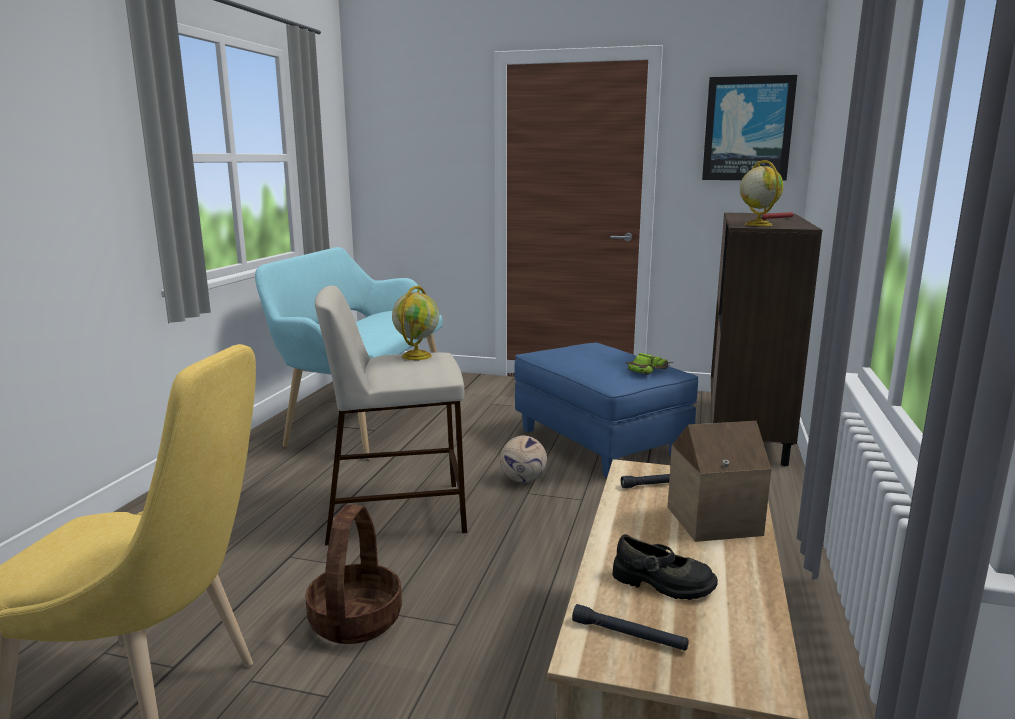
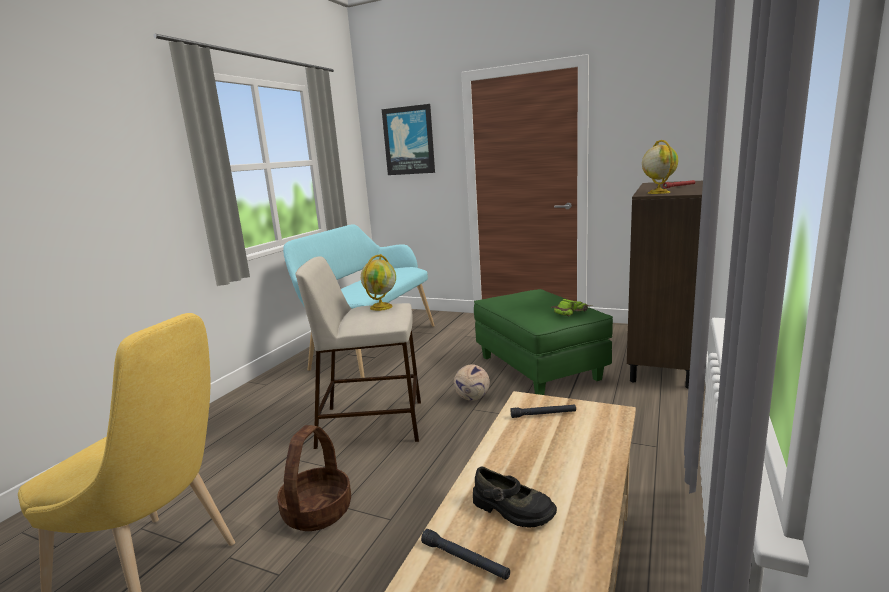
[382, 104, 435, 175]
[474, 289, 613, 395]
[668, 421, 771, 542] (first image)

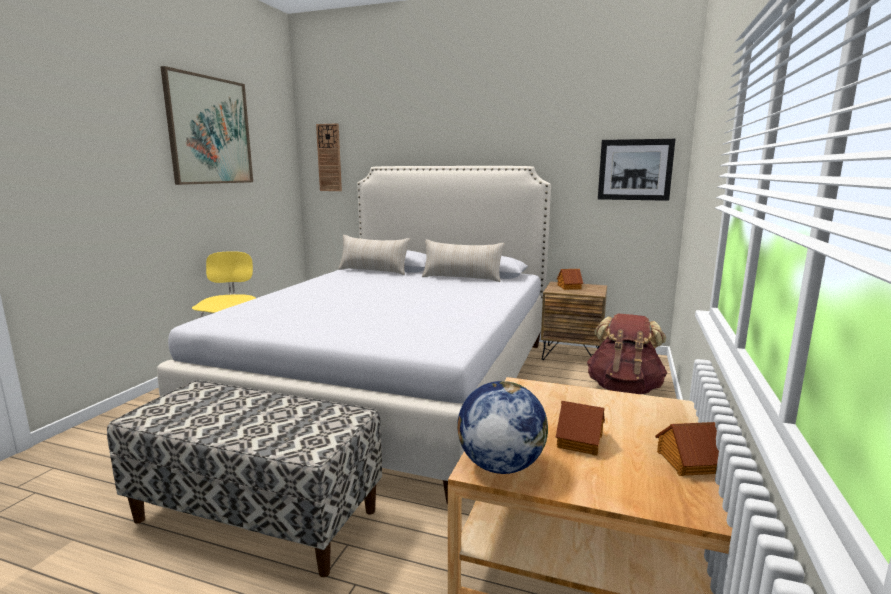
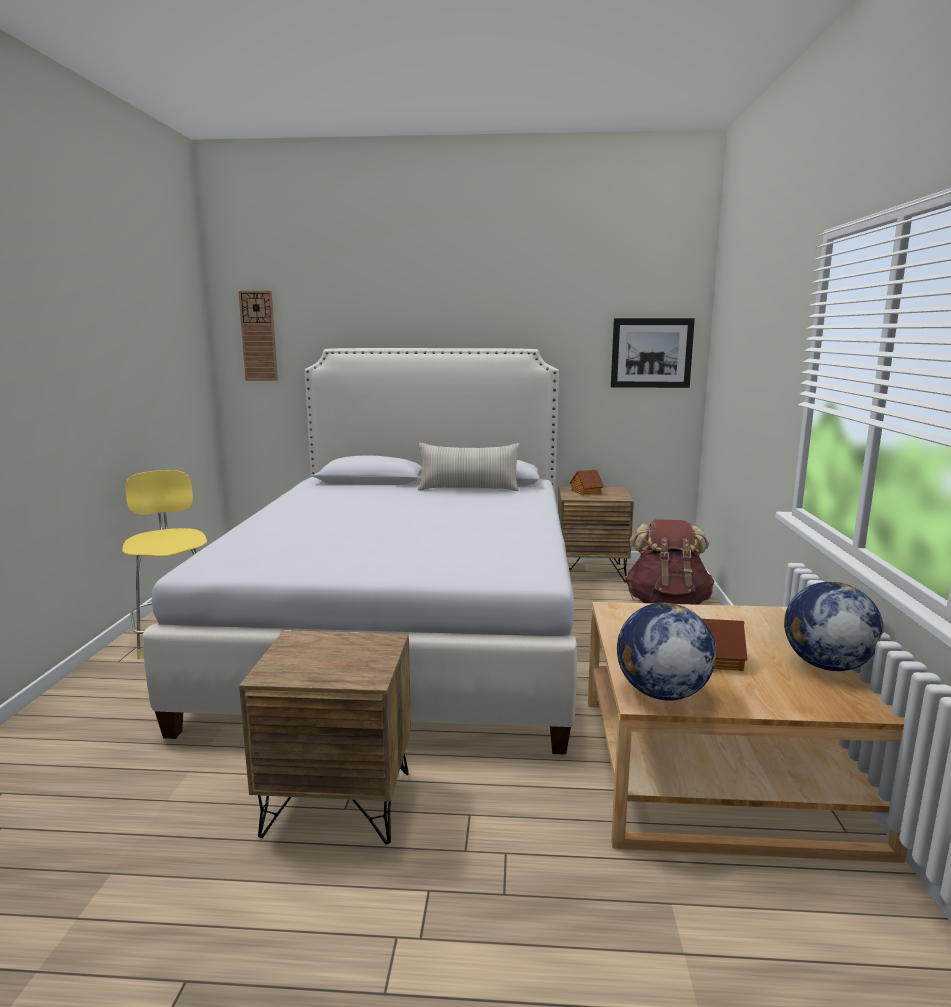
[239, 630, 411, 844]
[784, 582, 884, 671]
[160, 66, 253, 185] (first image)
[338, 235, 410, 275] (first image)

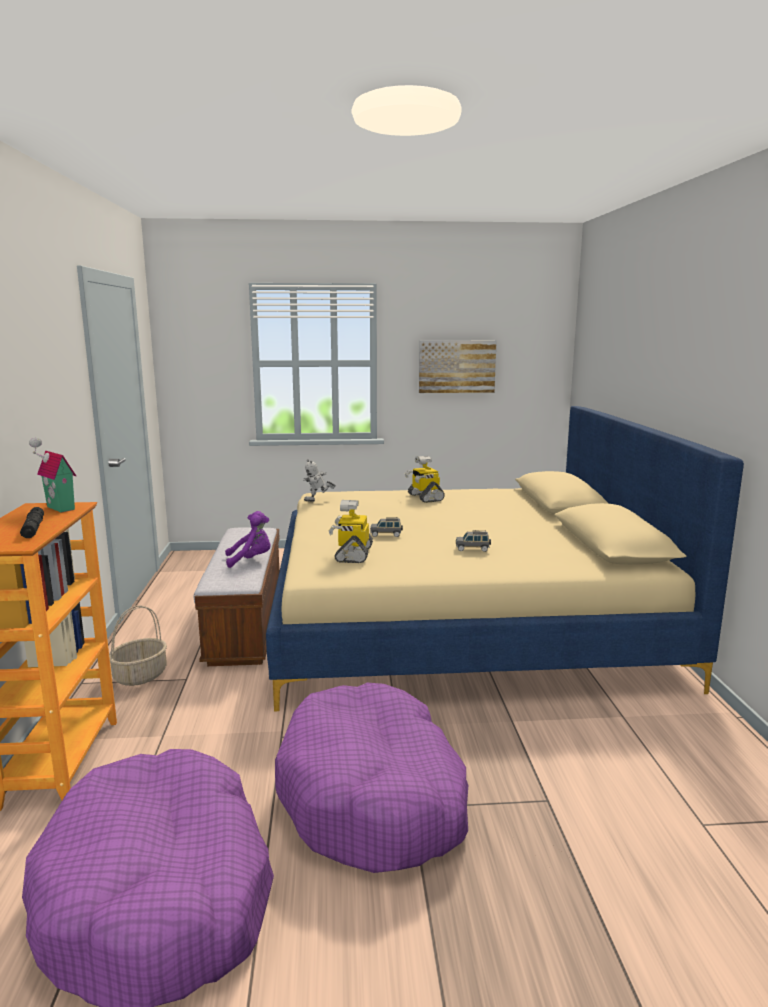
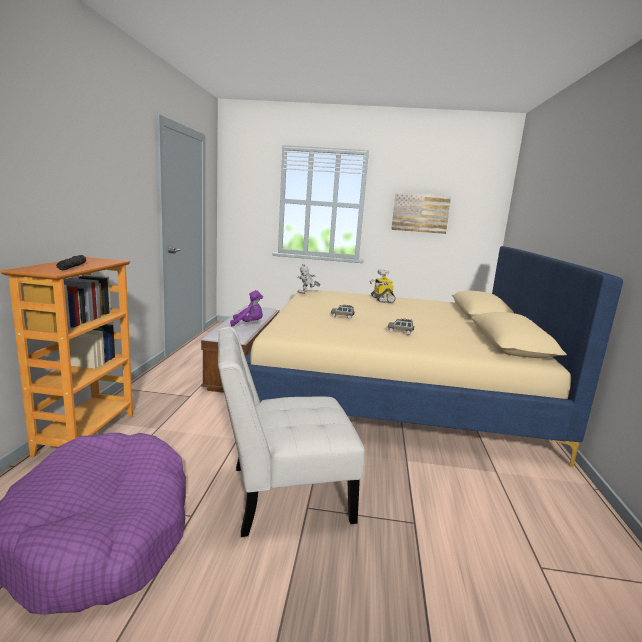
[218, 327, 365, 537]
[29, 438, 76, 513] (first image)
[109, 605, 167, 686] (first image)
[329, 500, 373, 563] (first image)

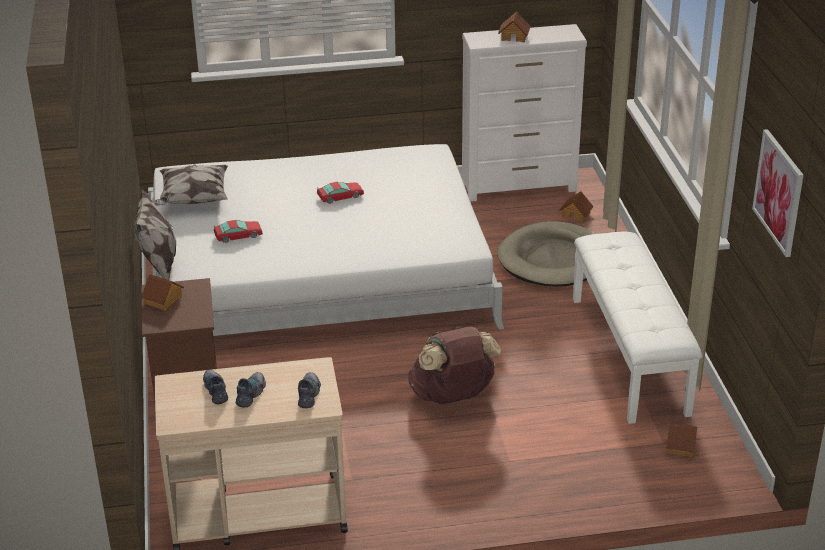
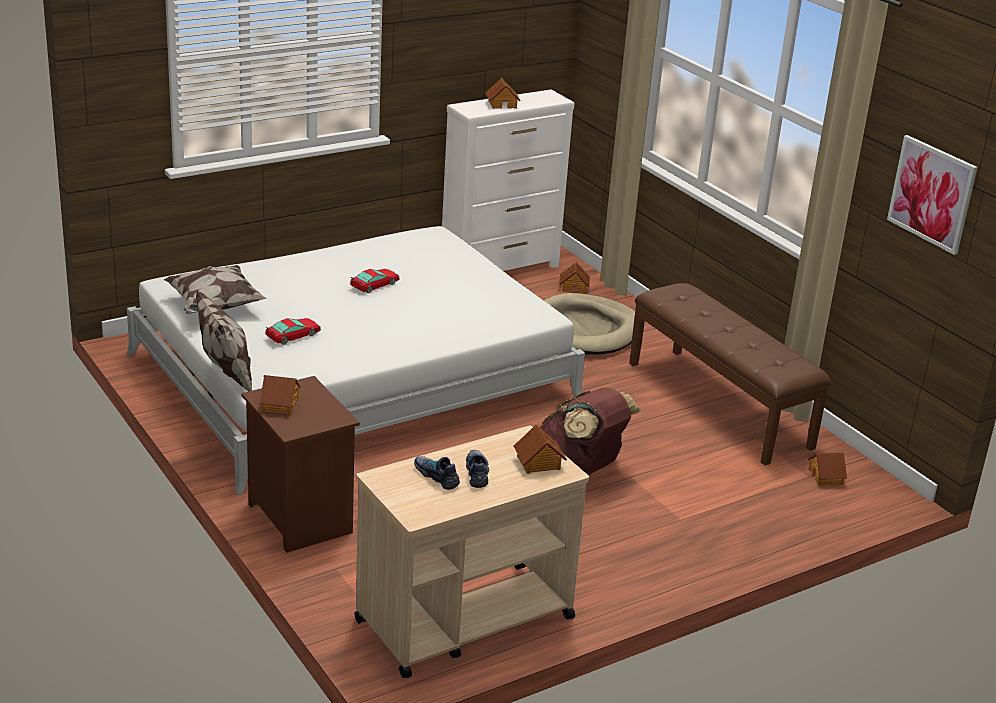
[514, 424, 567, 474]
[629, 283, 831, 465]

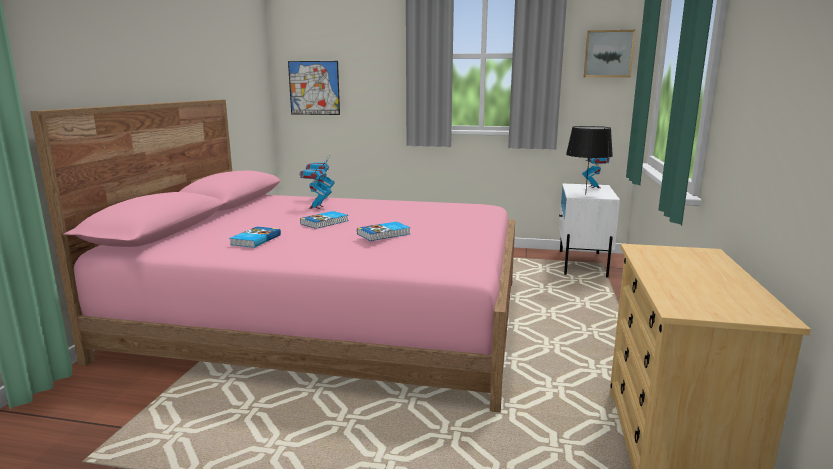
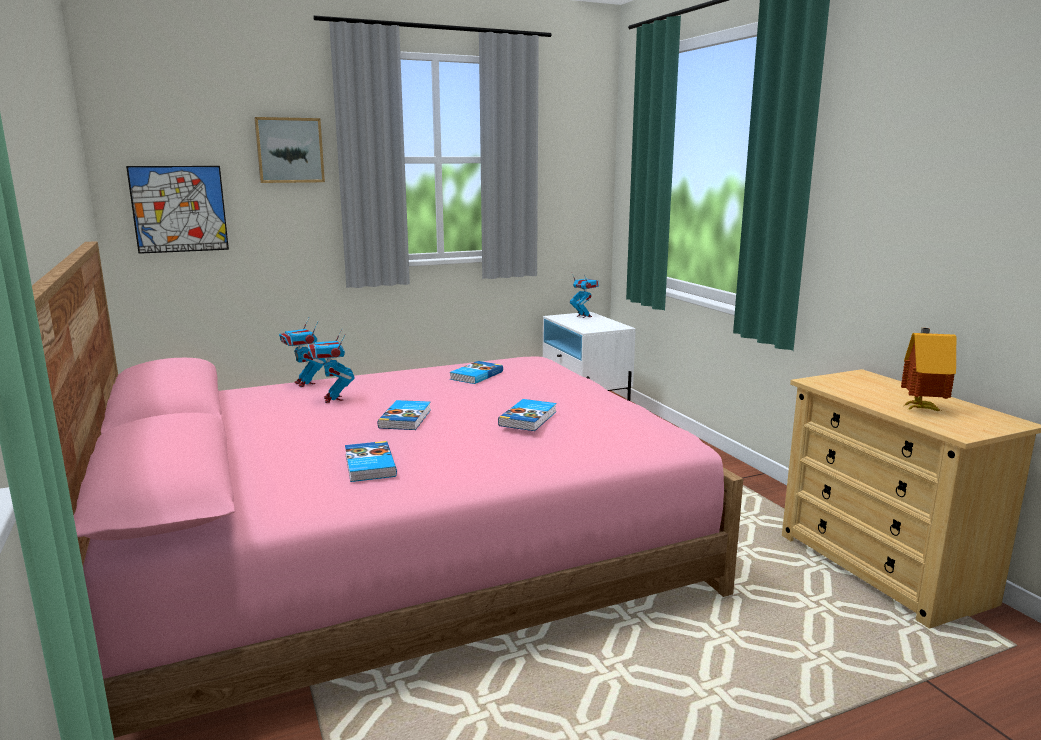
[254, 117, 325, 183]
[450, 361, 503, 384]
[901, 328, 956, 411]
[566, 126, 613, 195] (first image)

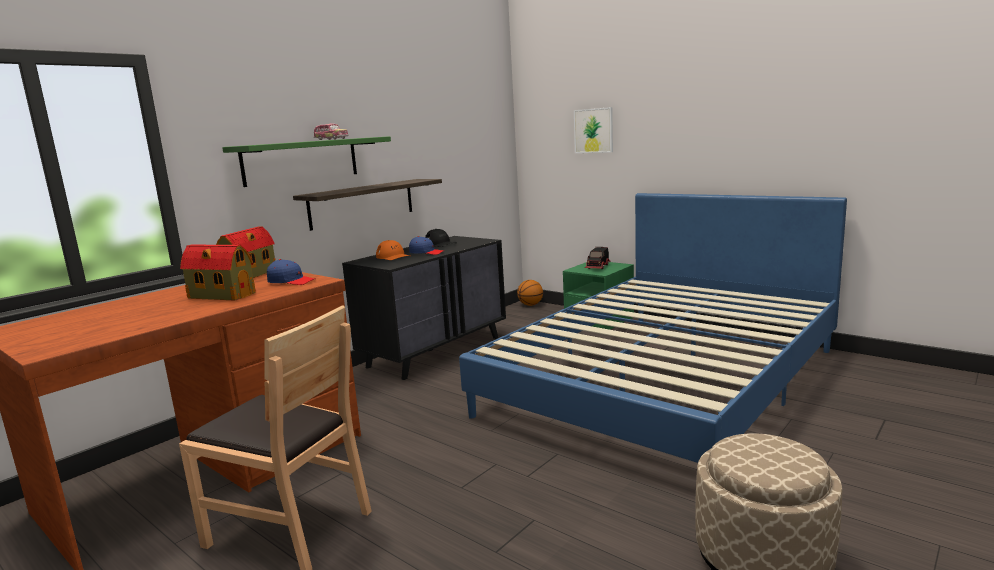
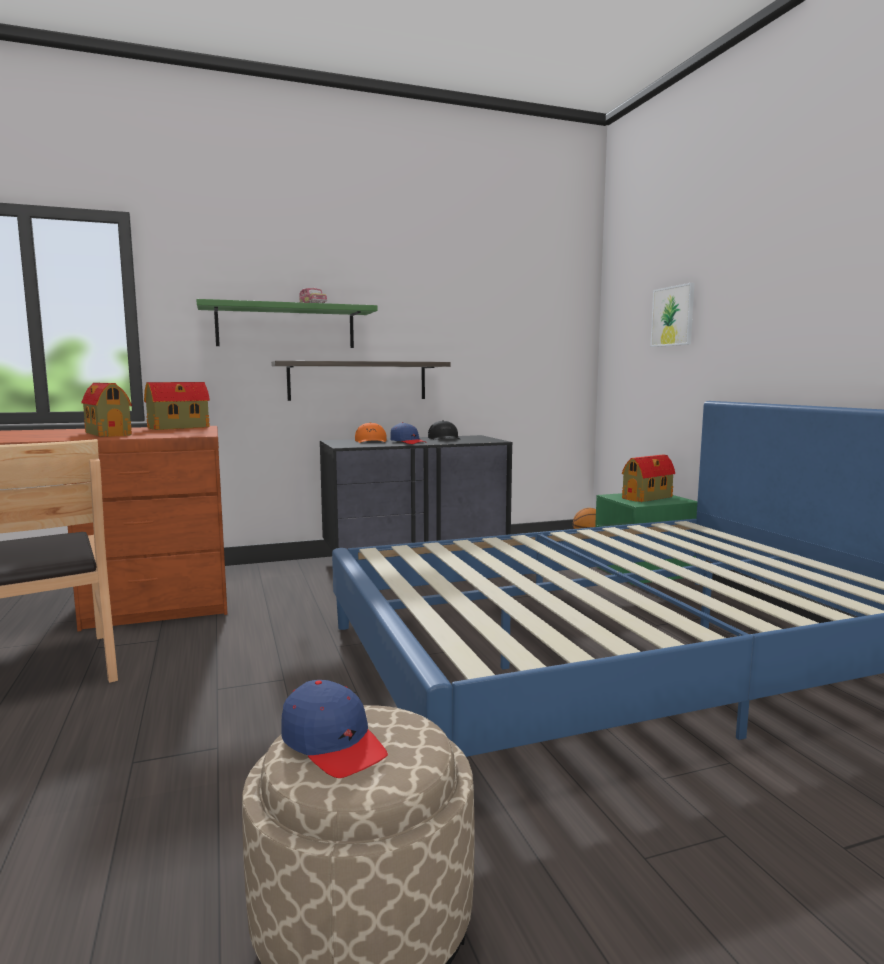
[281, 680, 388, 778]
[622, 455, 675, 502]

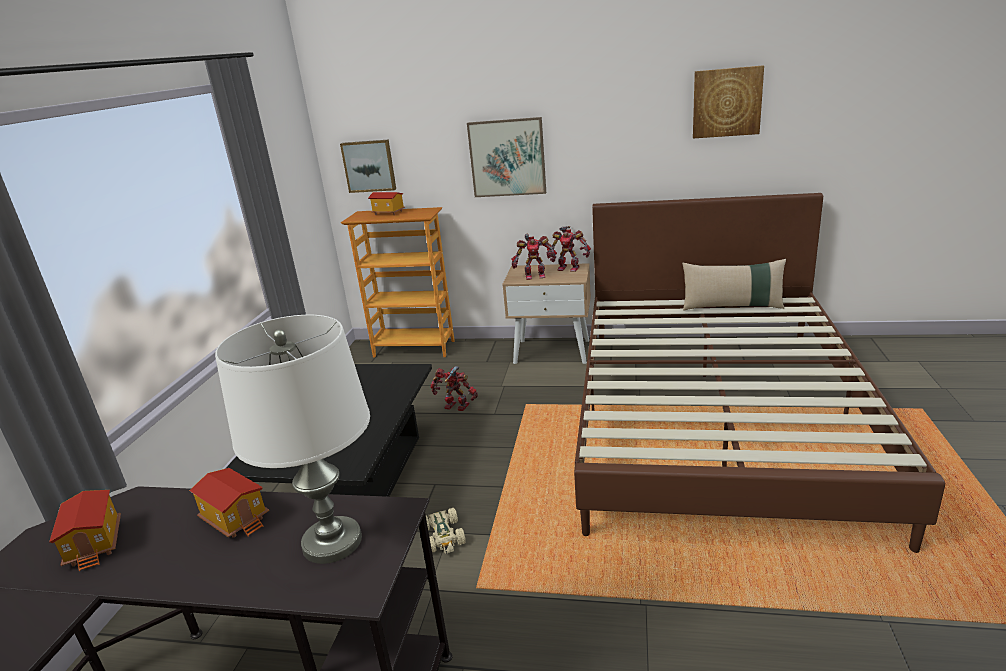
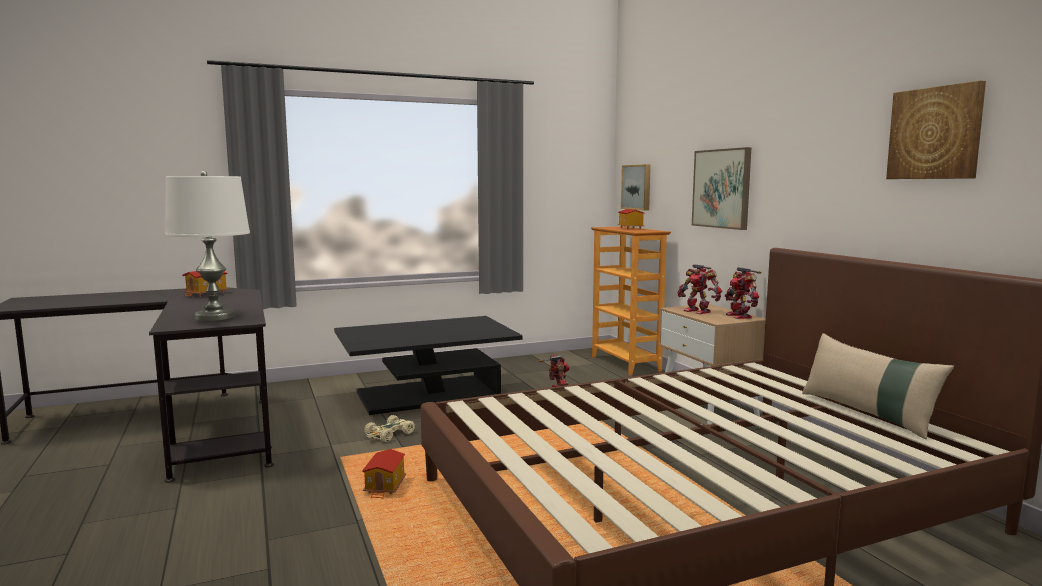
[362, 449, 406, 498]

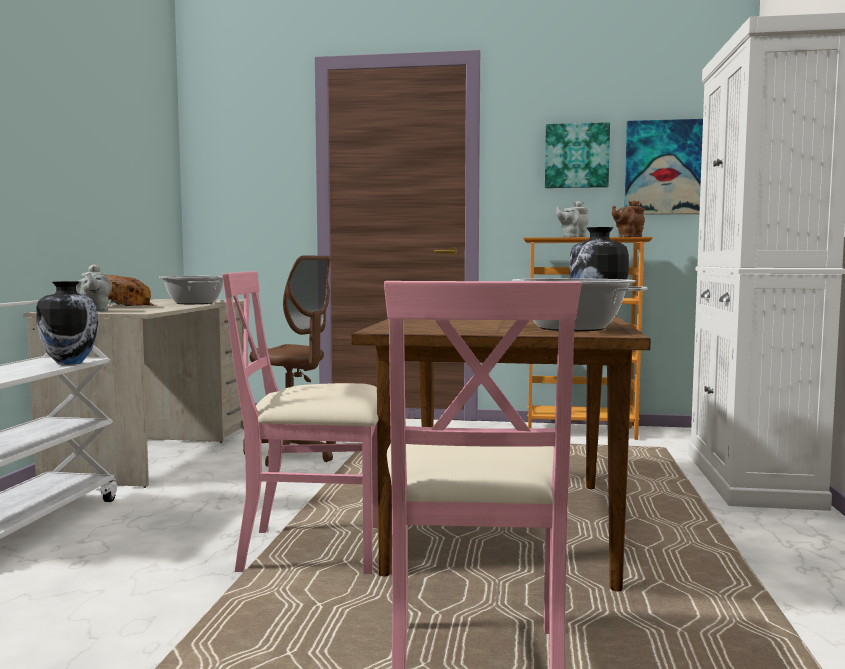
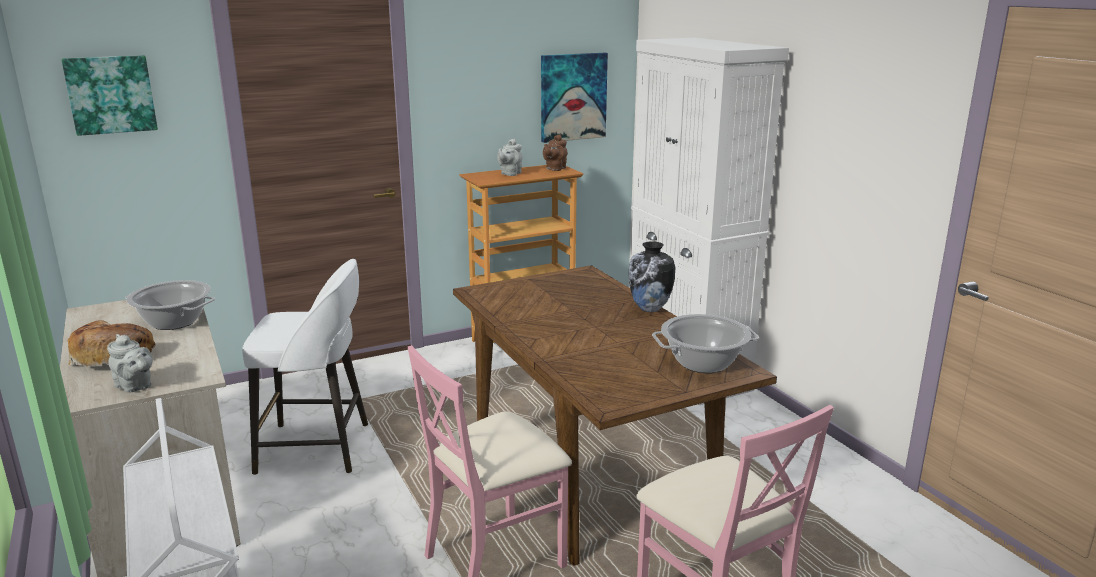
[61, 55, 158, 136]
[242, 259, 368, 475]
[36, 281, 98, 365] (first image)

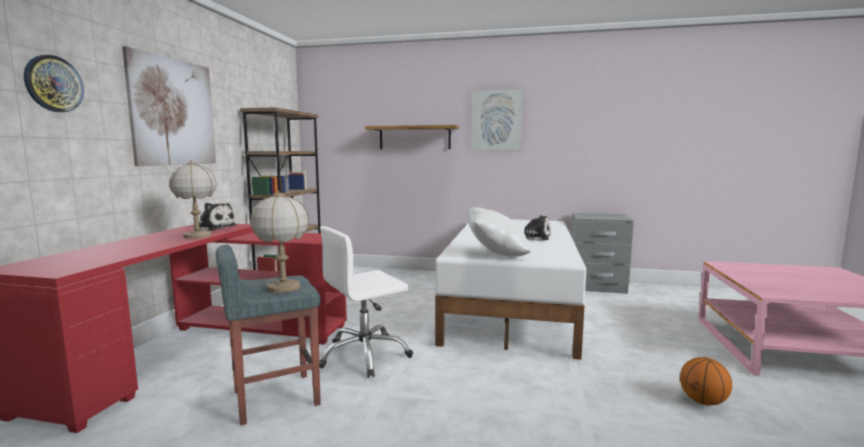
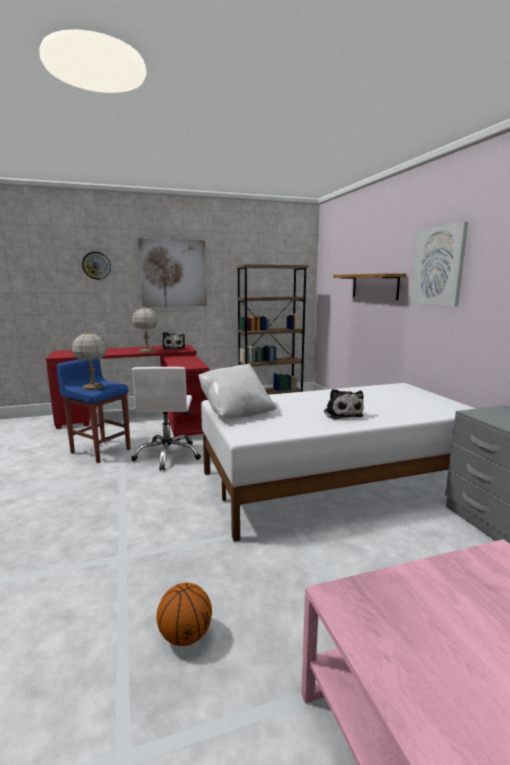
[56, 358, 131, 463]
[131, 367, 201, 471]

